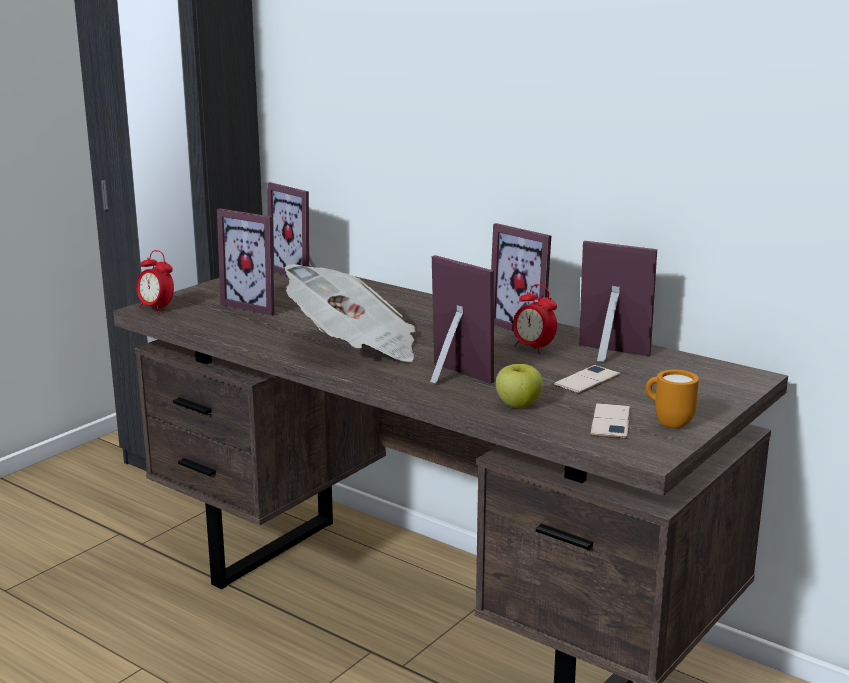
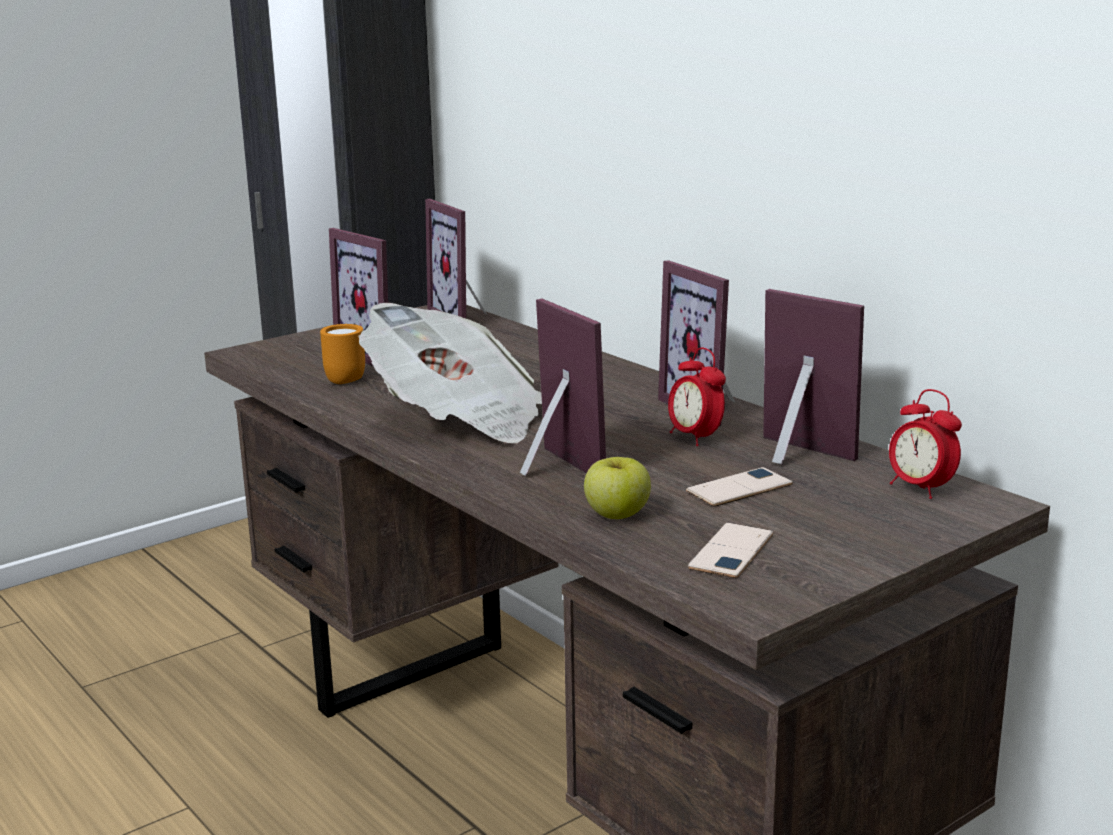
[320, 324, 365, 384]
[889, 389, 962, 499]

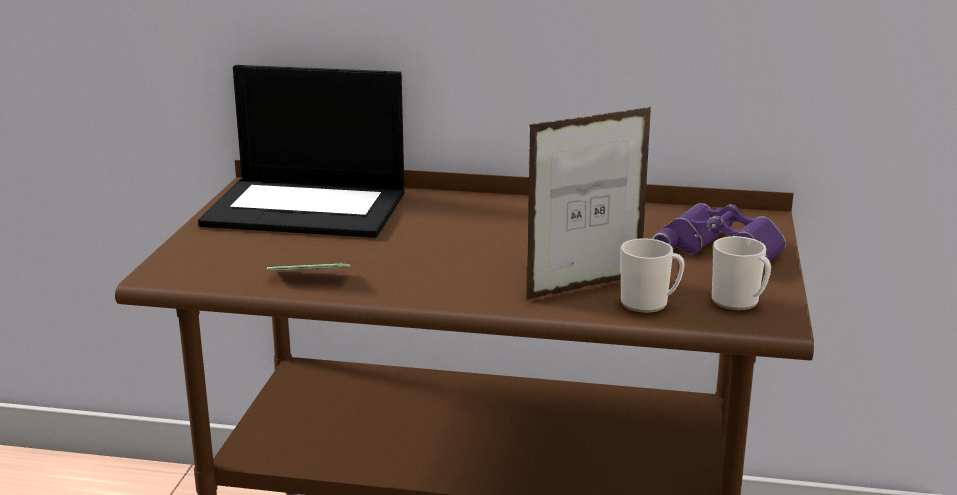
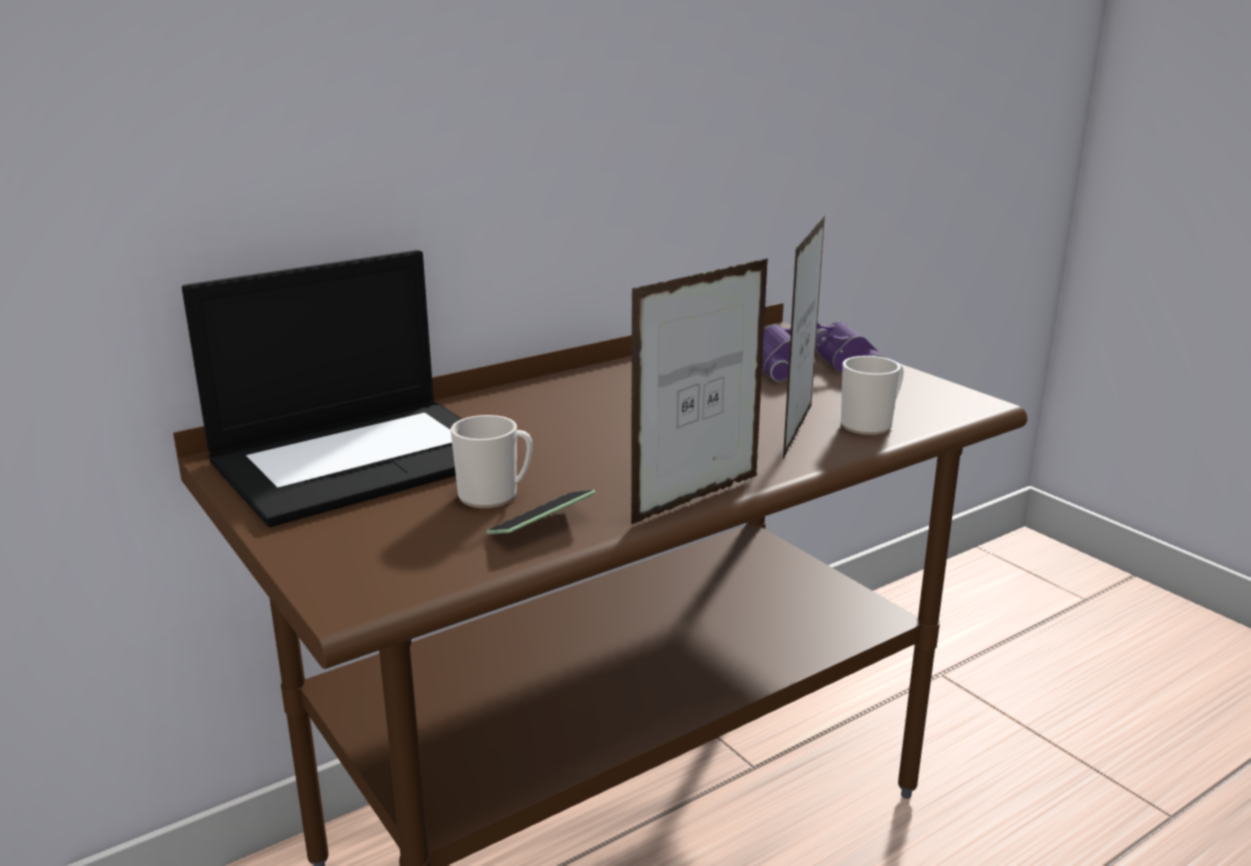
[451, 415, 532, 508]
[631, 258, 768, 525]

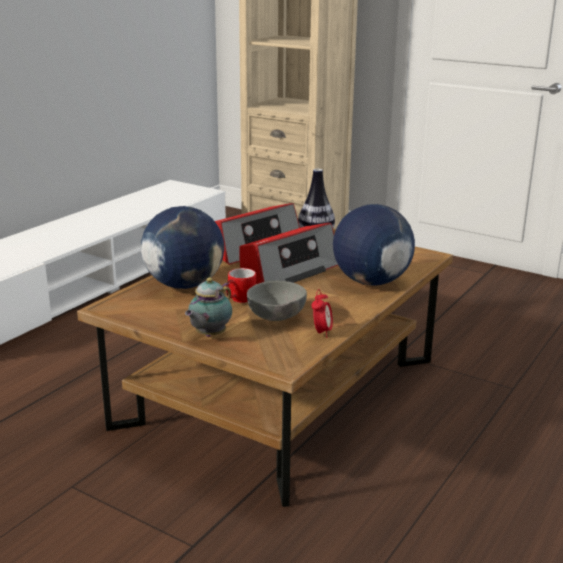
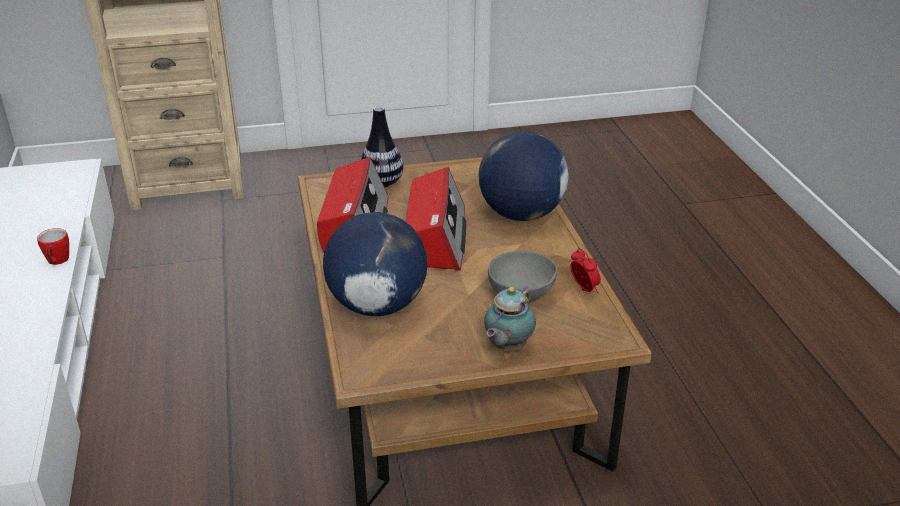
[37, 228, 69, 265]
[484, 286, 536, 351]

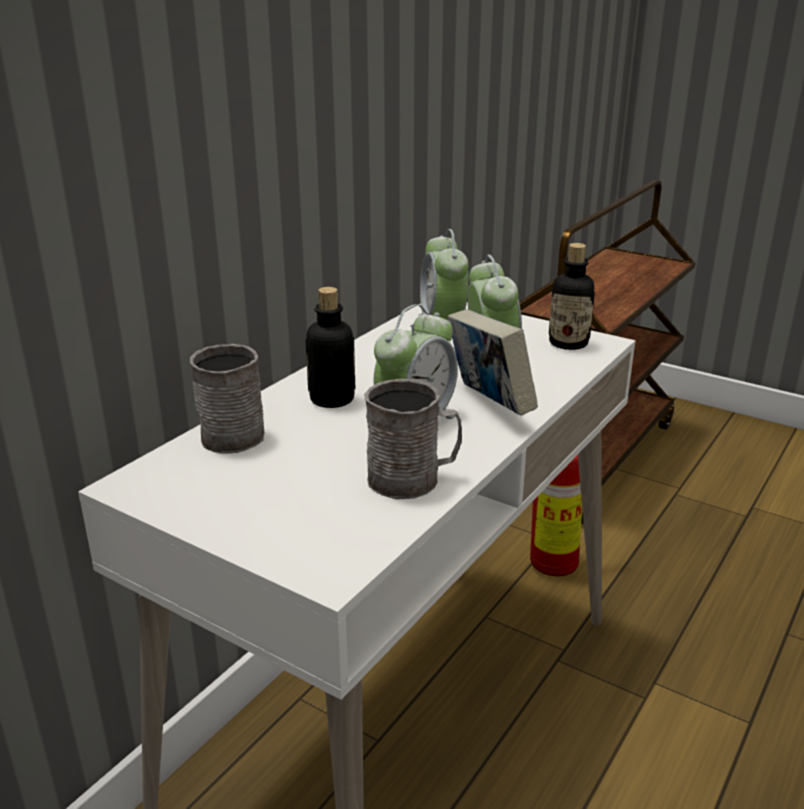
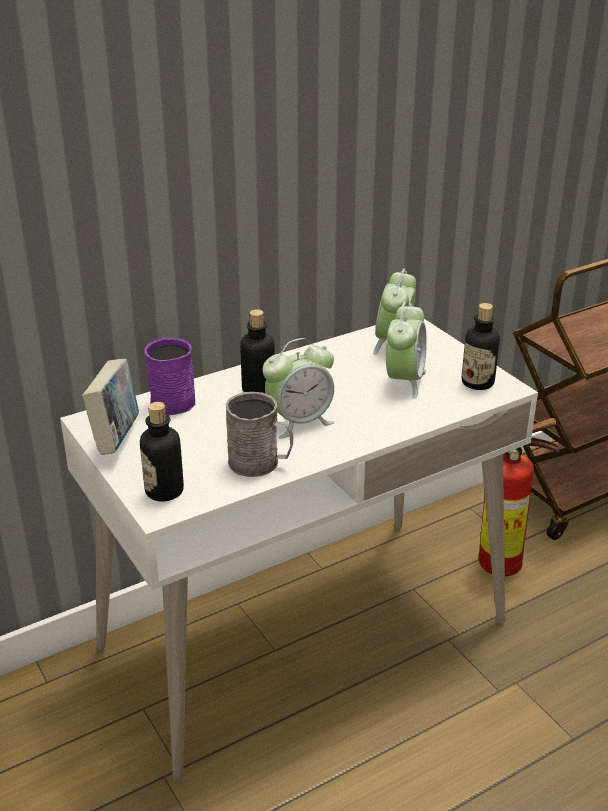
[82, 358, 139, 455]
[140, 402, 184, 501]
[145, 338, 195, 415]

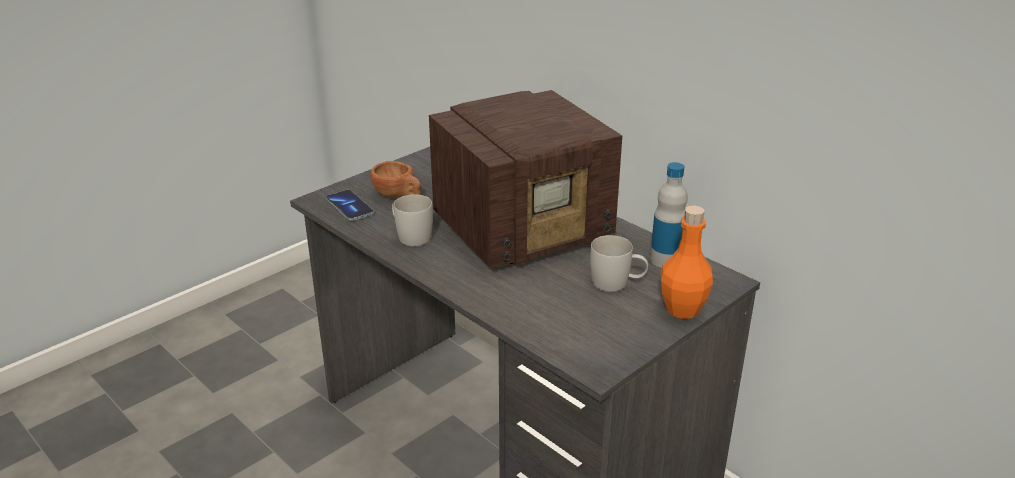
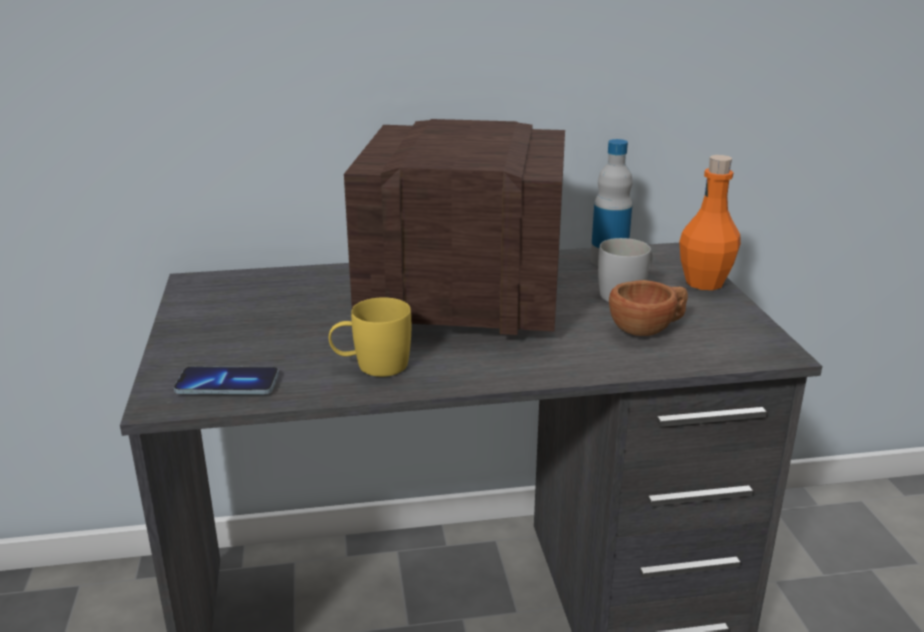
[329, 297, 411, 377]
[344, 119, 565, 335]
[609, 280, 688, 336]

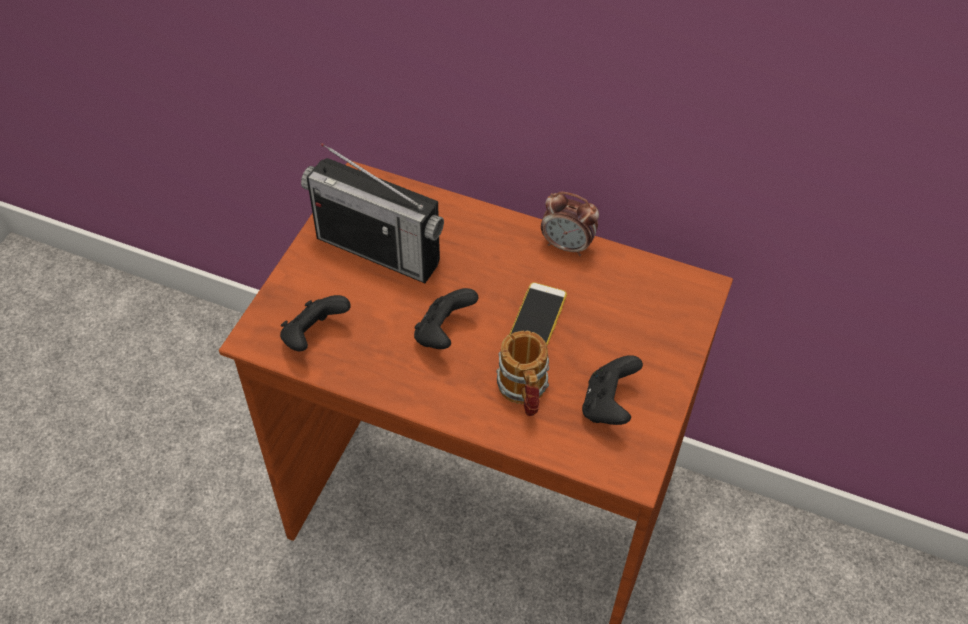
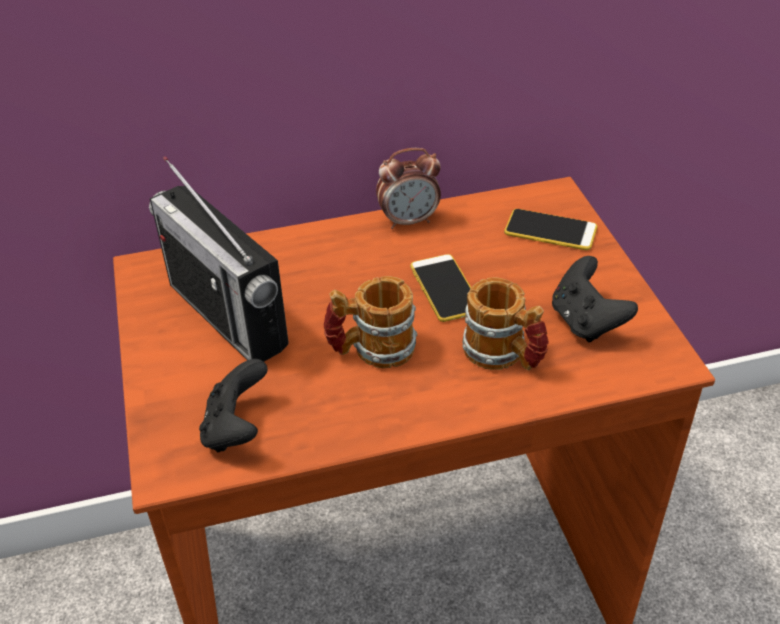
[149, 156, 289, 362]
[324, 276, 417, 368]
[504, 209, 598, 250]

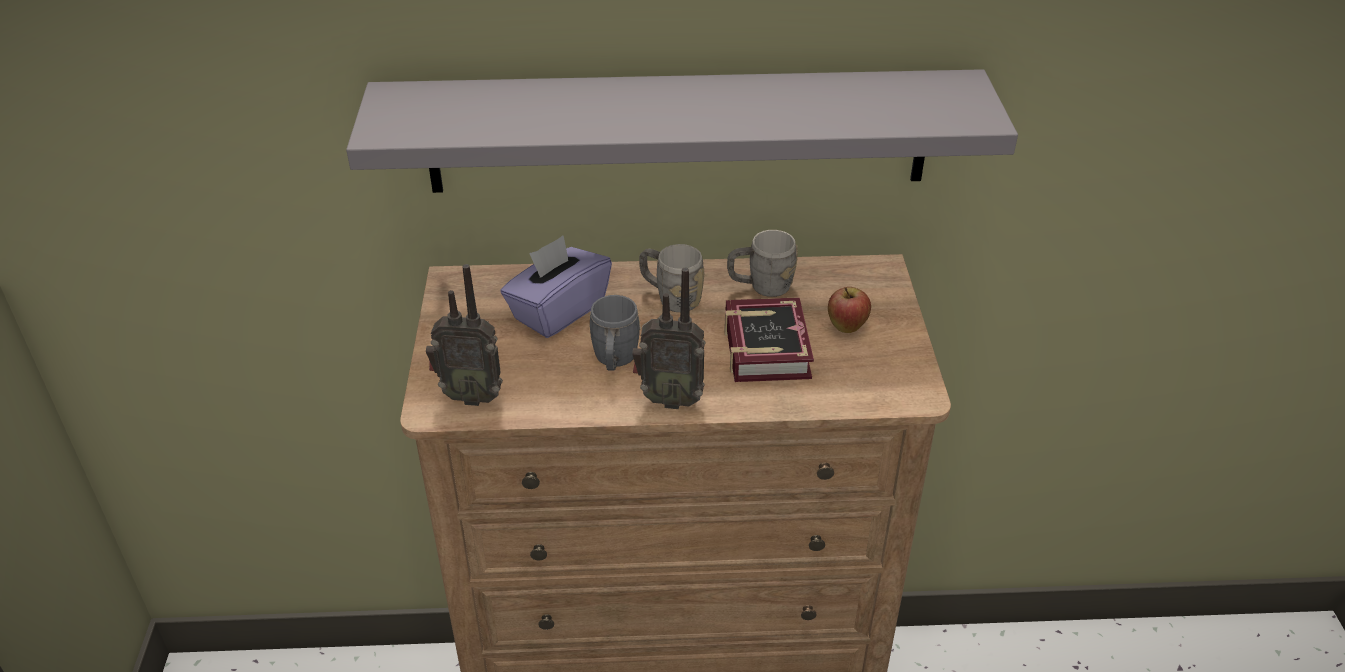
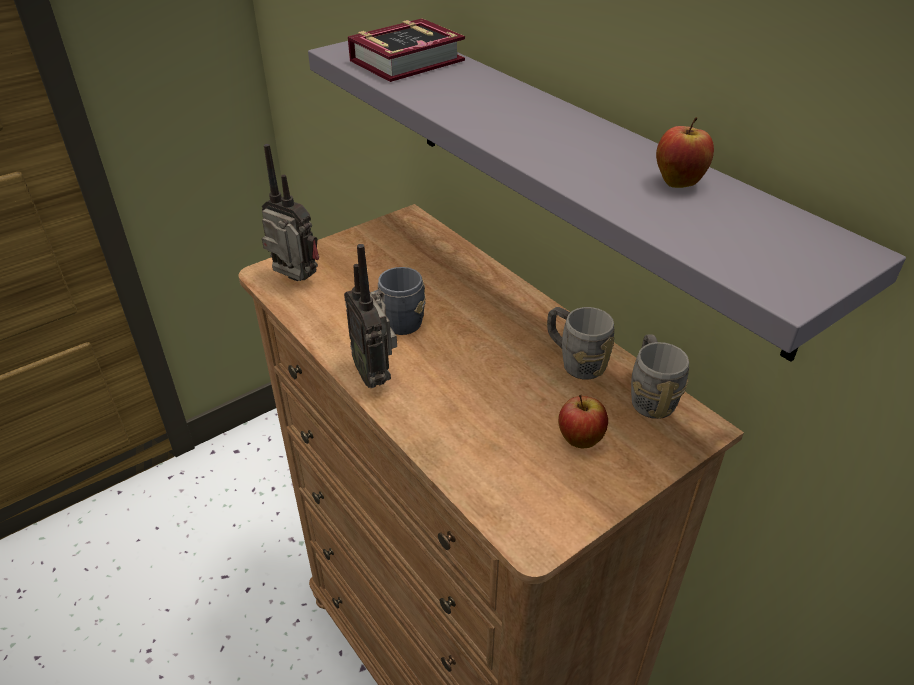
[262, 144, 319, 282]
[348, 19, 465, 82]
[631, 334, 689, 419]
[656, 117, 714, 188]
[500, 235, 612, 338] (first image)

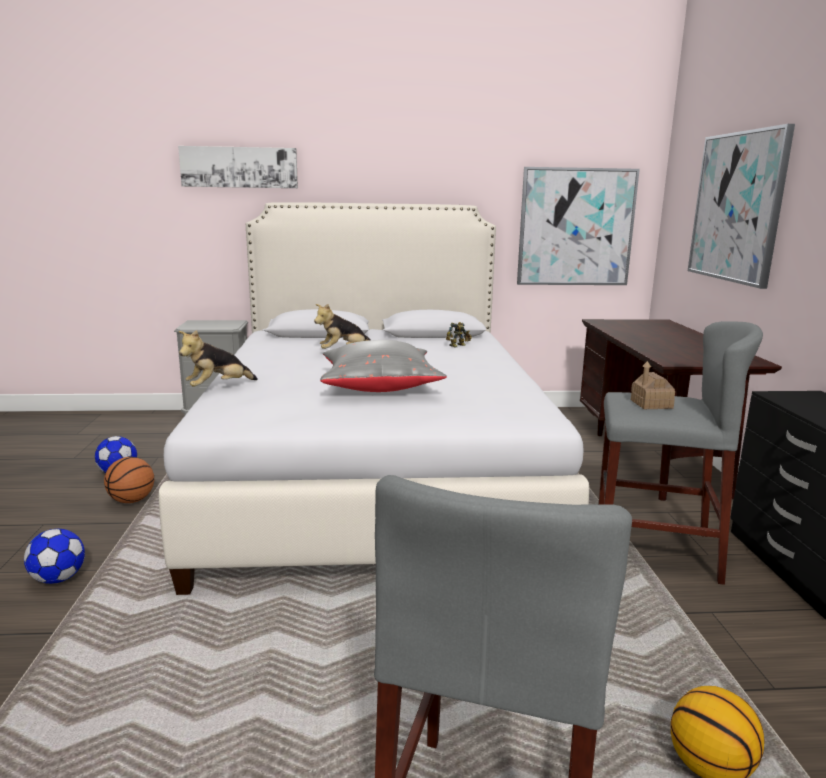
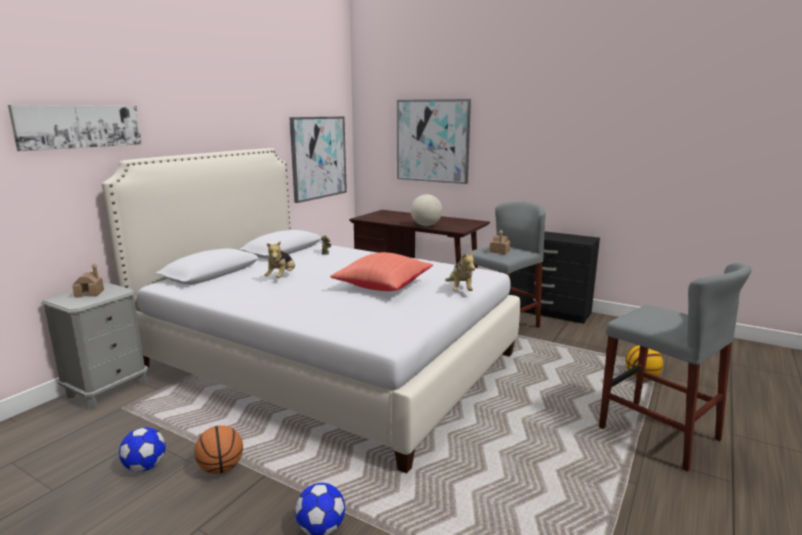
[72, 263, 104, 298]
[330, 252, 433, 291]
[411, 194, 442, 226]
[445, 251, 475, 291]

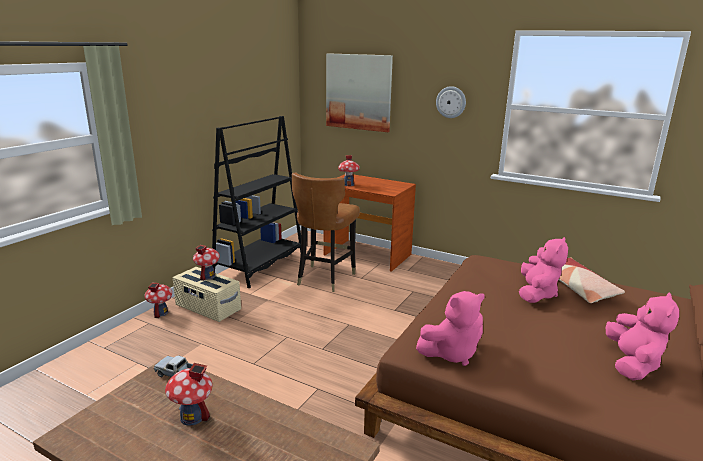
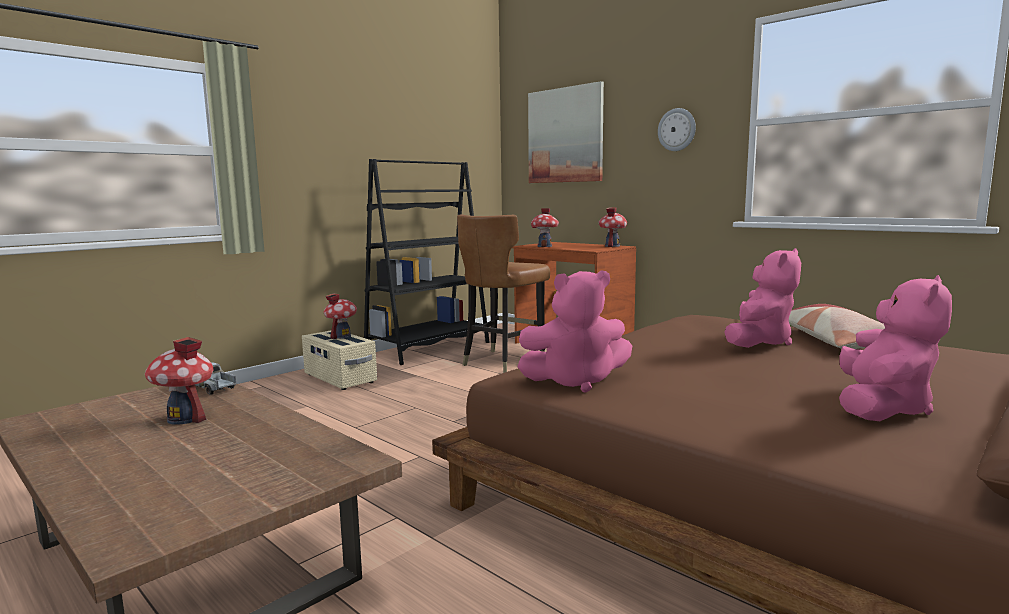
[598, 207, 627, 247]

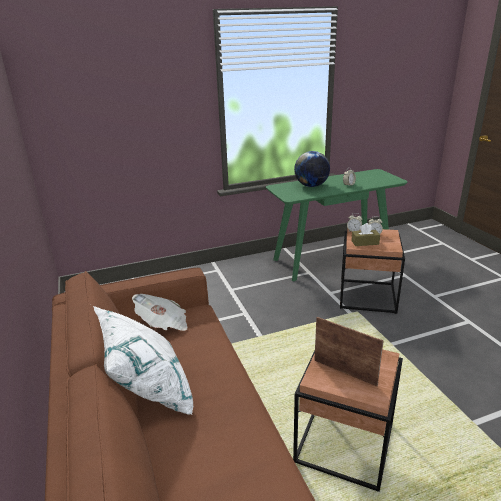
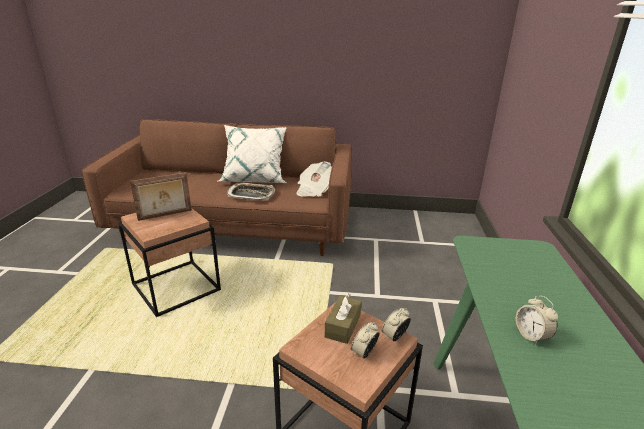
[227, 183, 275, 201]
[294, 151, 330, 187] (first image)

